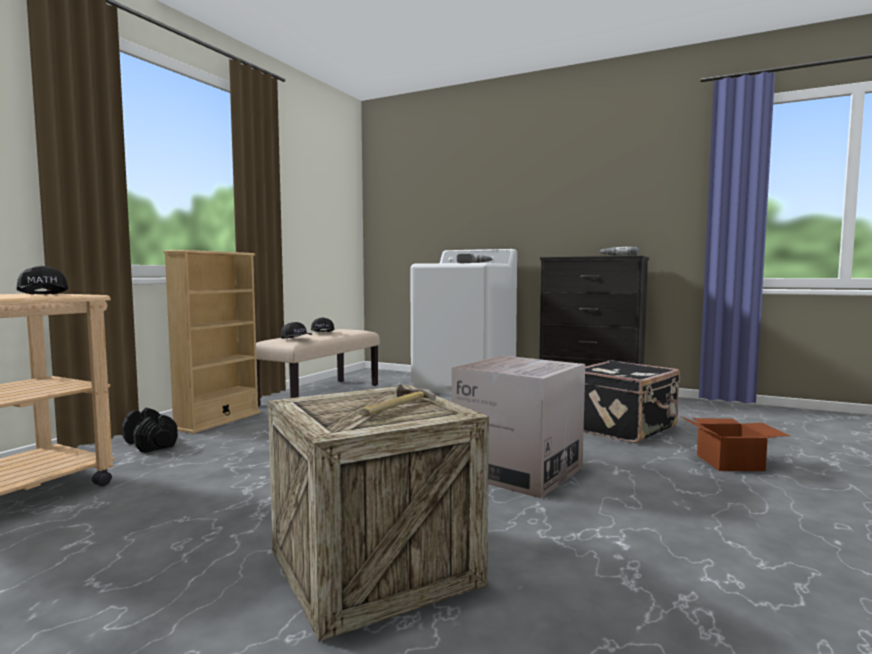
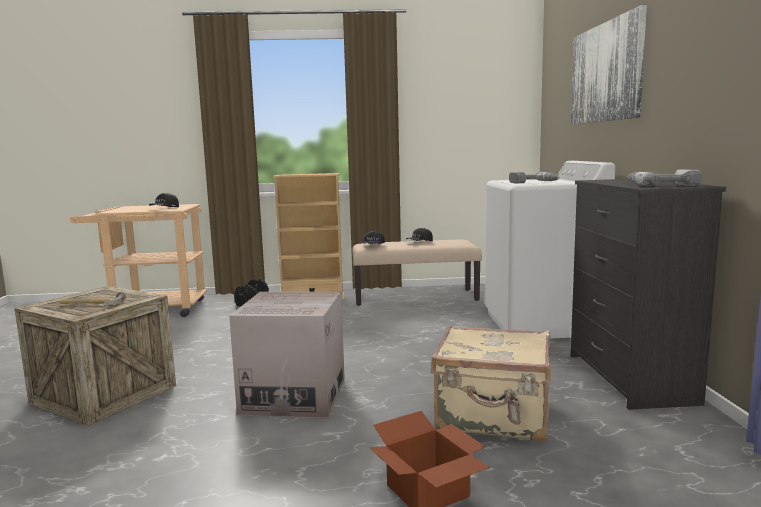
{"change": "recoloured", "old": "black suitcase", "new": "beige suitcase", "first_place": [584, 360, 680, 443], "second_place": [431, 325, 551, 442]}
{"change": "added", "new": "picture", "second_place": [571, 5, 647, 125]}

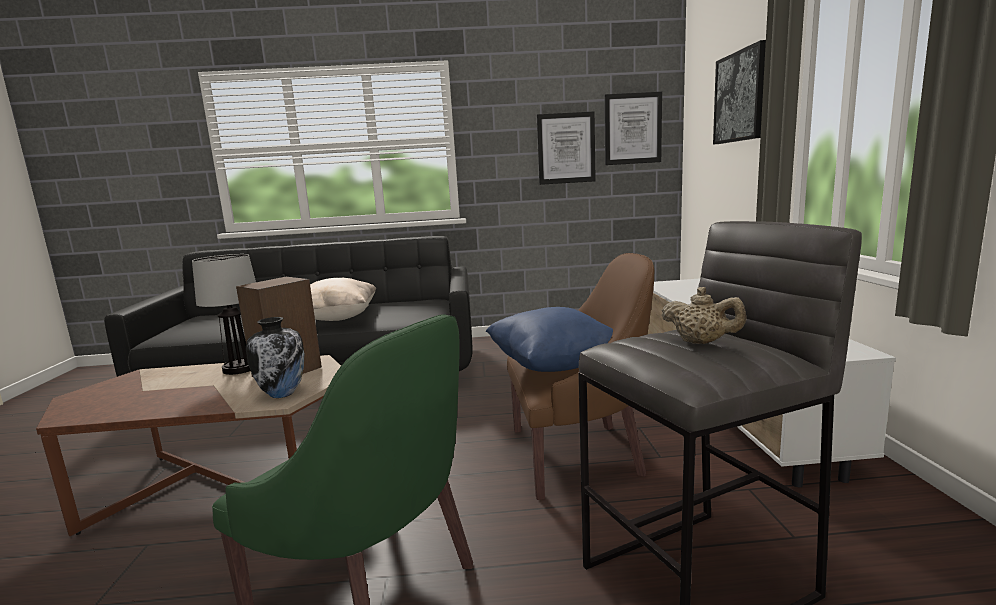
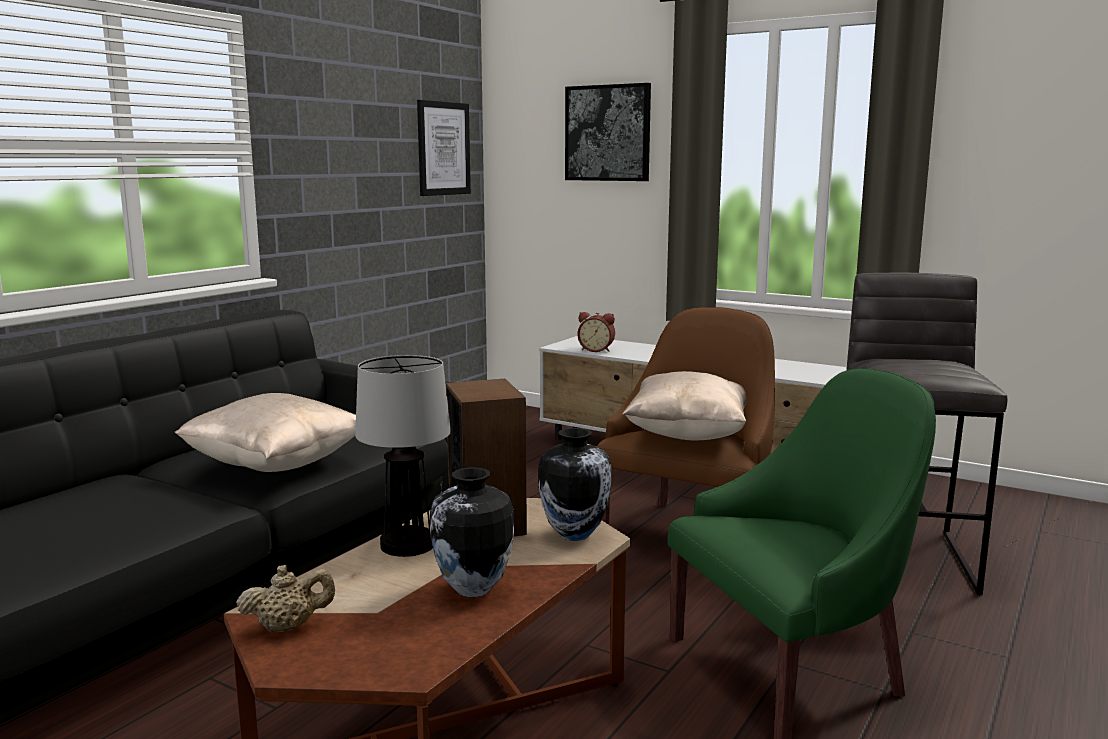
{"change": "removed", "old": "picture", "first_place": [537, 111, 596, 185]}
{"change": "moved", "old": "beige teapot", "first_place": [661, 287, 747, 344], "second_place": [236, 565, 335, 632]}
{"change": "recoloured", "old": "blue pillow", "new": "beige pillow", "first_place": [486, 307, 613, 372], "second_place": [622, 371, 746, 440]}
{"change": "added", "new": "alarm clock", "second_place": [578, 312, 615, 352]}
{"change": "added", "new": "vase", "second_place": [430, 467, 514, 597]}

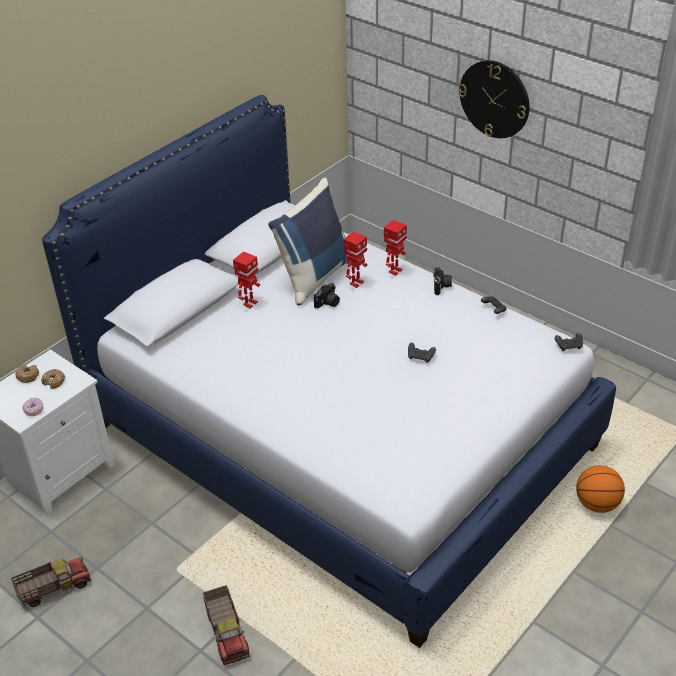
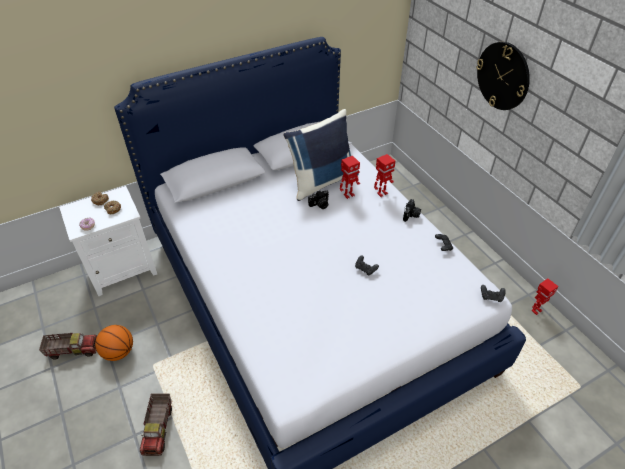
{"change": "moved", "old": "toy robot", "first_place": [233, 251, 260, 309], "second_place": [532, 279, 558, 315]}
{"change": "moved", "old": "basketball", "first_place": [576, 465, 625, 513], "second_place": [95, 325, 133, 361]}

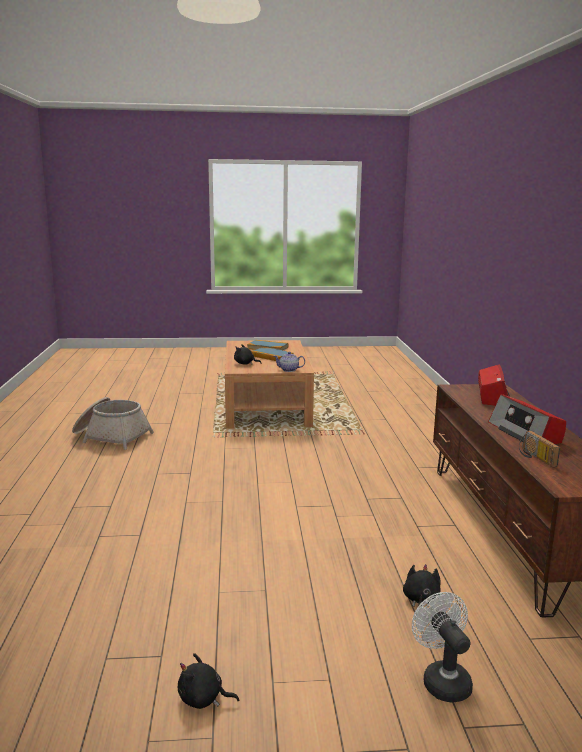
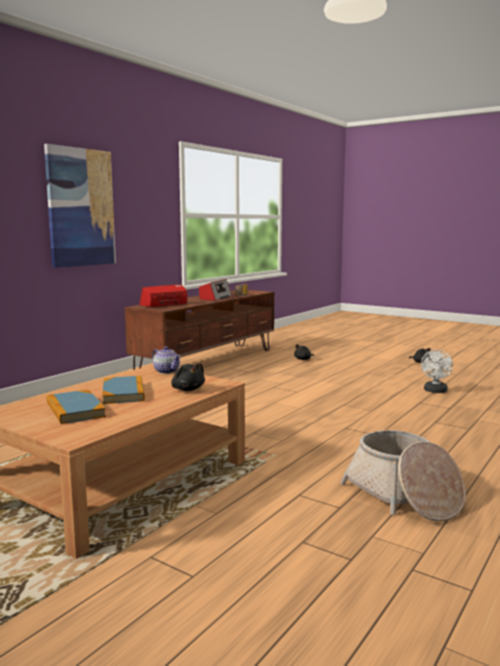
{"change": "moved", "old": "white fan", "first_place": [412, 592, 473, 703], "second_place": [421, 350, 453, 393]}
{"change": "added", "new": "picture", "second_place": [44, 144, 116, 268]}

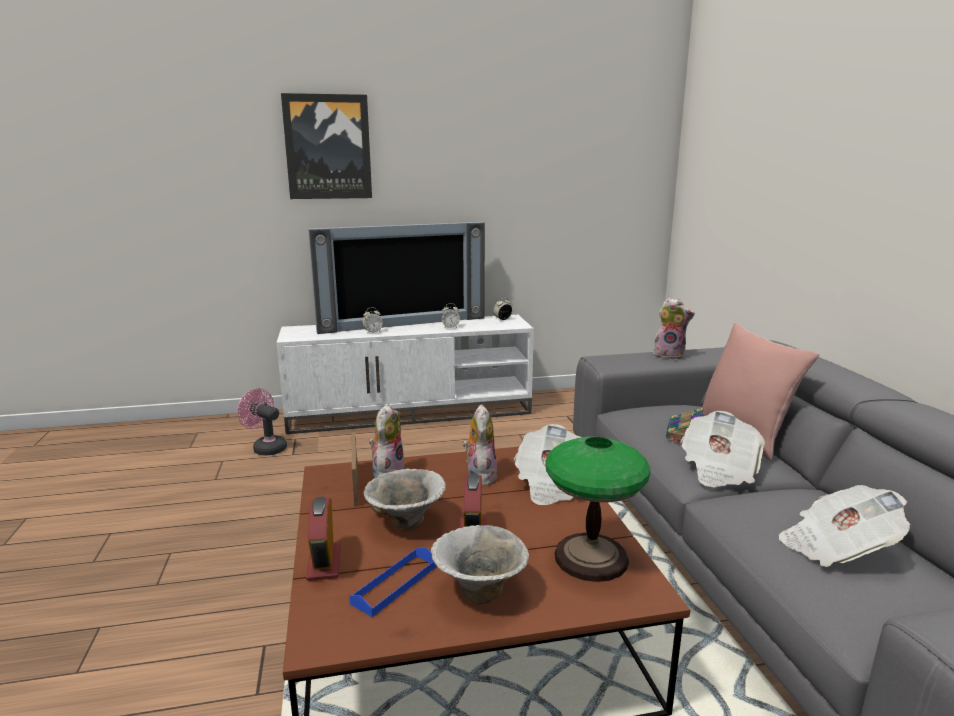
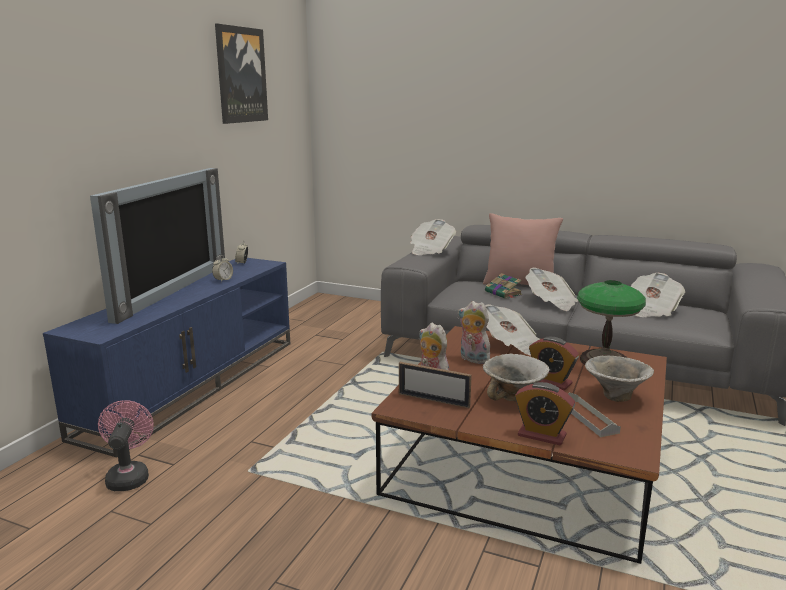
{"change": "moved", "old": "picture", "first_place": [281, 93, 372, 199], "second_place": [215, 24, 268, 124]}
{"change": "replaced", "old": "plush toy", "new": "newspaper", "first_place": [653, 298, 695, 359], "second_place": [410, 219, 456, 255]}
{"change": "removed", "old": "alarm clock", "first_place": [362, 307, 383, 334]}
{"change": "recoloured", "old": "white tv stand", "new": "blue tv stand", "first_place": [276, 315, 534, 434], "second_place": [43, 258, 290, 458]}
{"change": "turned", "old": "pink fan", "first_place": [237, 388, 287, 456], "second_place": [98, 400, 154, 491], "degrees": 105}
{"change": "recoloured", "old": "blue tray", "new": "grey tray", "first_place": [349, 547, 437, 617], "second_place": [568, 392, 621, 437]}

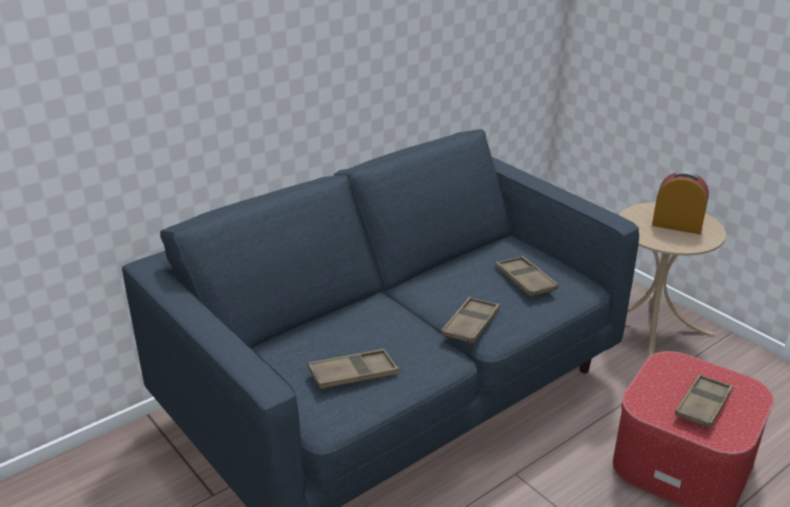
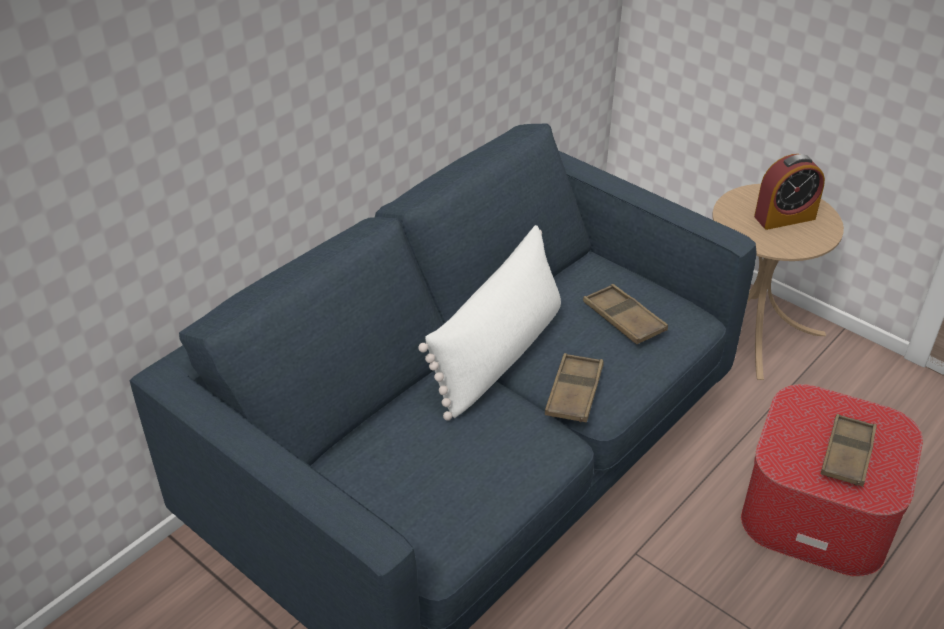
{"change": "turned", "old": "alarm clock", "first_place": [652, 171, 709, 234], "second_place": [754, 154, 825, 230], "degrees": 150}
{"change": "removed", "old": "brown tray", "first_place": [308, 349, 399, 389]}
{"change": "added", "new": "white pillow", "second_place": [418, 225, 561, 421]}

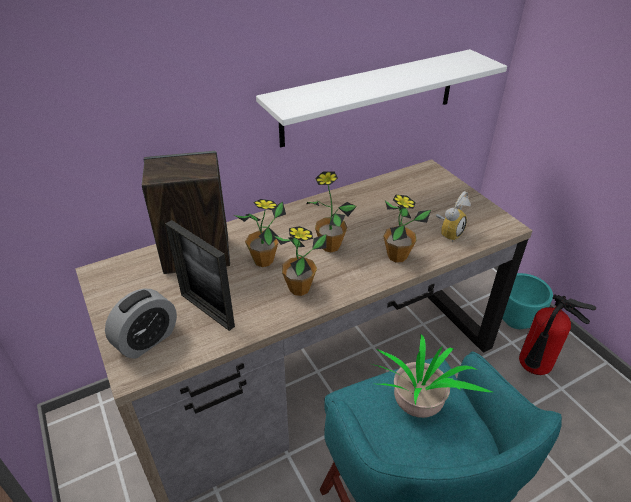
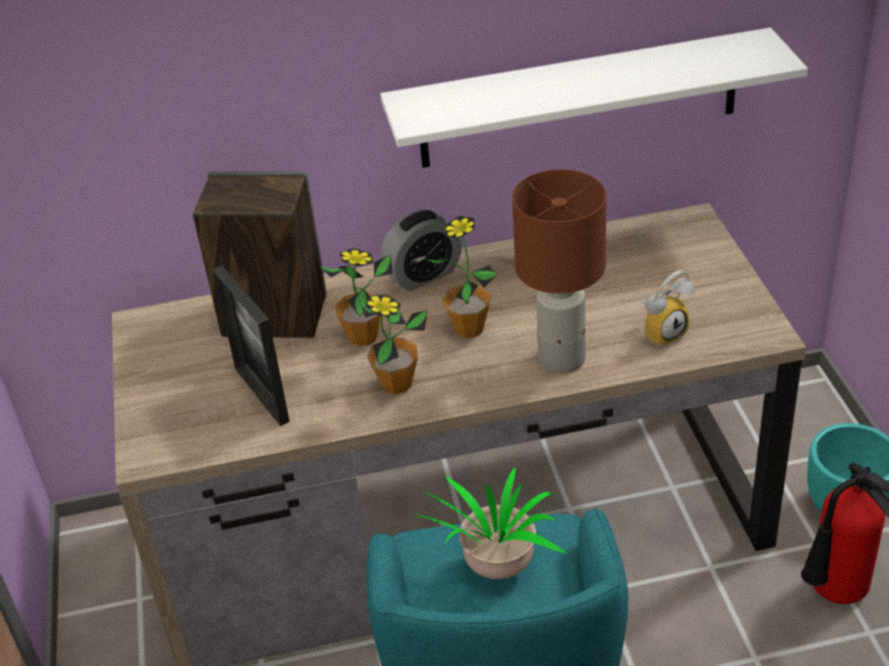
{"change": "replaced", "old": "potted plant", "new": "brown table lamp", "first_place": [383, 195, 431, 263], "second_place": [512, 169, 606, 374]}
{"change": "moved", "old": "alarm clock", "first_place": [105, 289, 177, 359], "second_place": [381, 210, 462, 291]}

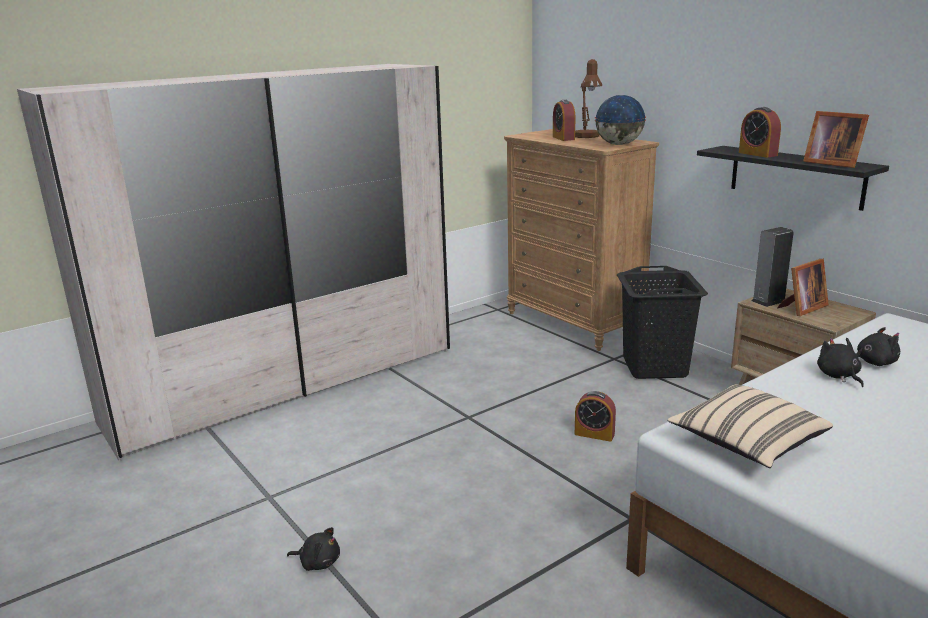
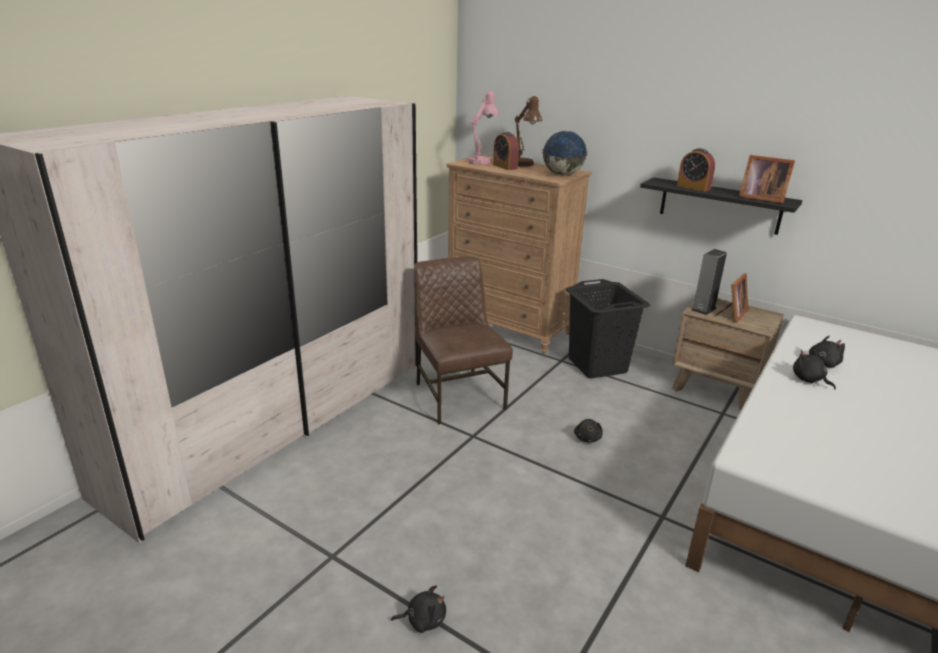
{"change": "removed", "old": "beige pillow", "first_place": [667, 385, 833, 468]}
{"change": "replaced", "old": "alarm clock", "new": "black plush toy", "first_place": [575, 391, 616, 442], "second_place": [574, 419, 603, 443]}
{"change": "added", "new": "pink table lamp", "second_place": [468, 91, 498, 165]}
{"change": "added", "new": "brown chair", "second_place": [414, 256, 513, 424]}

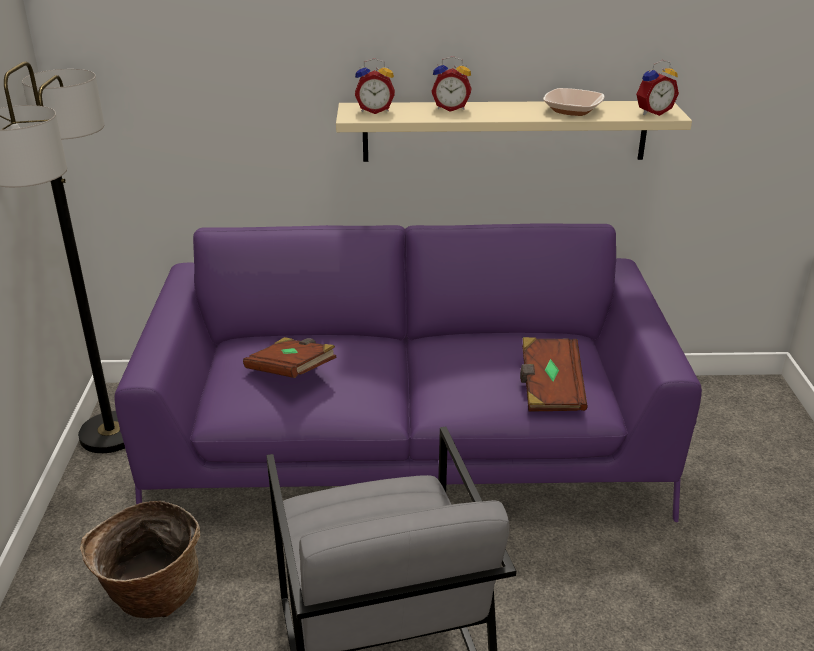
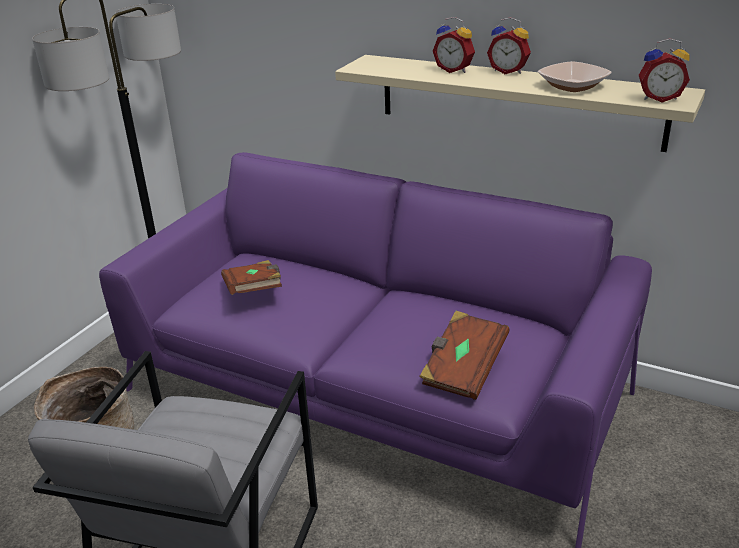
{"change": "moved", "old": "alarm clock", "first_place": [355, 58, 395, 114], "second_place": [487, 17, 531, 74]}

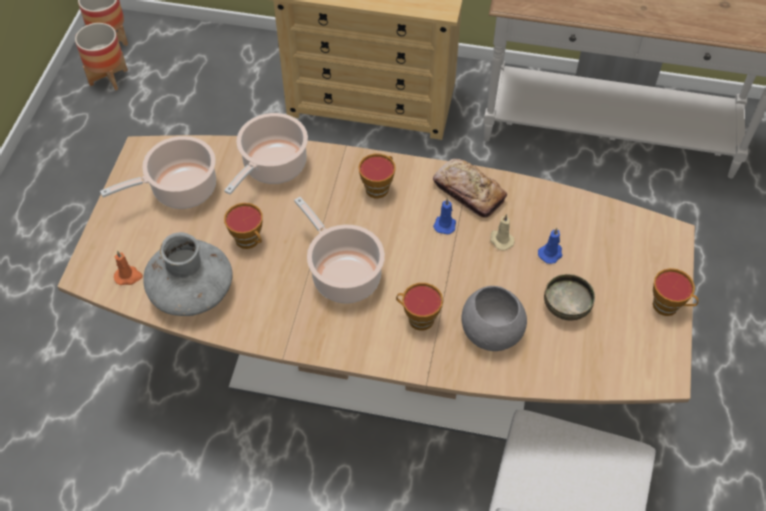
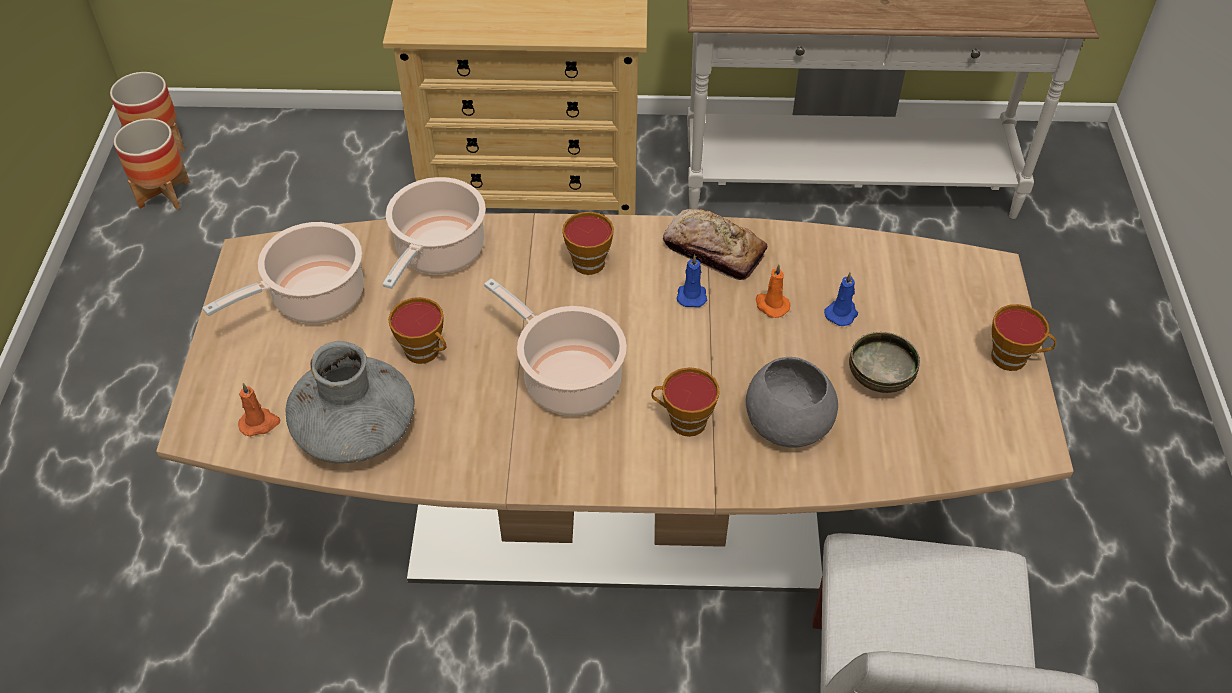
{"change": "recoloured", "old": "beige candle", "new": "orange candle", "first_place": [490, 214, 515, 250], "second_place": [756, 264, 790, 318]}

